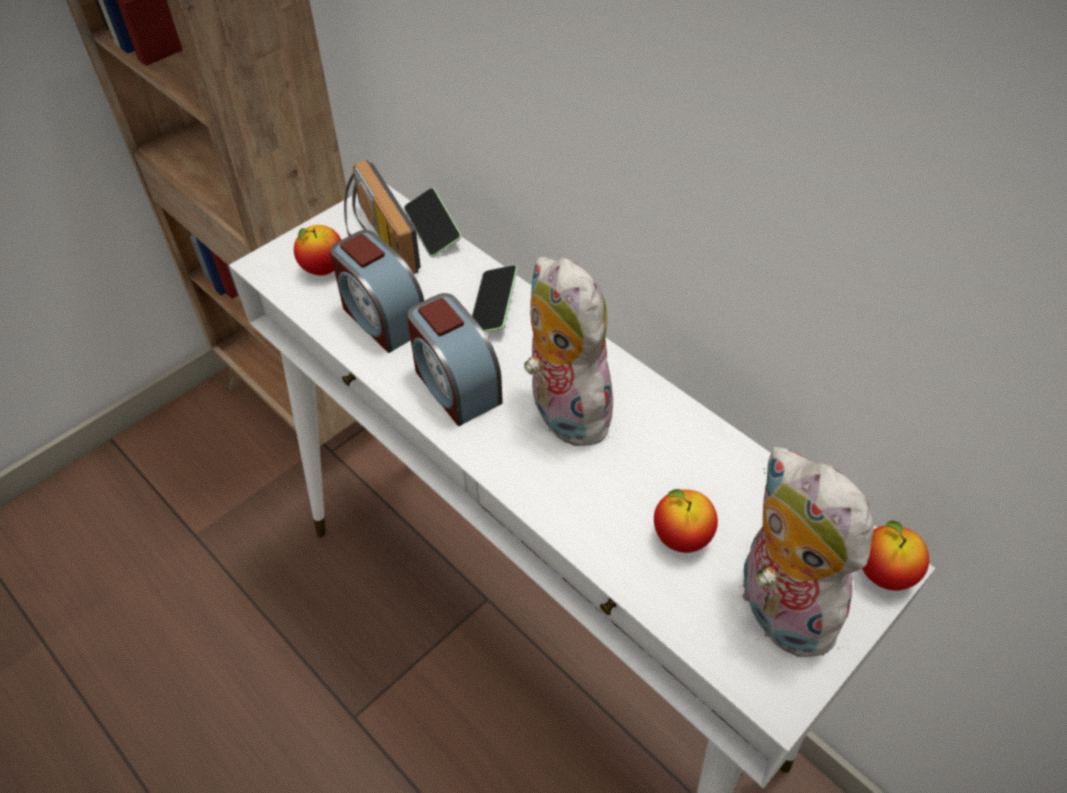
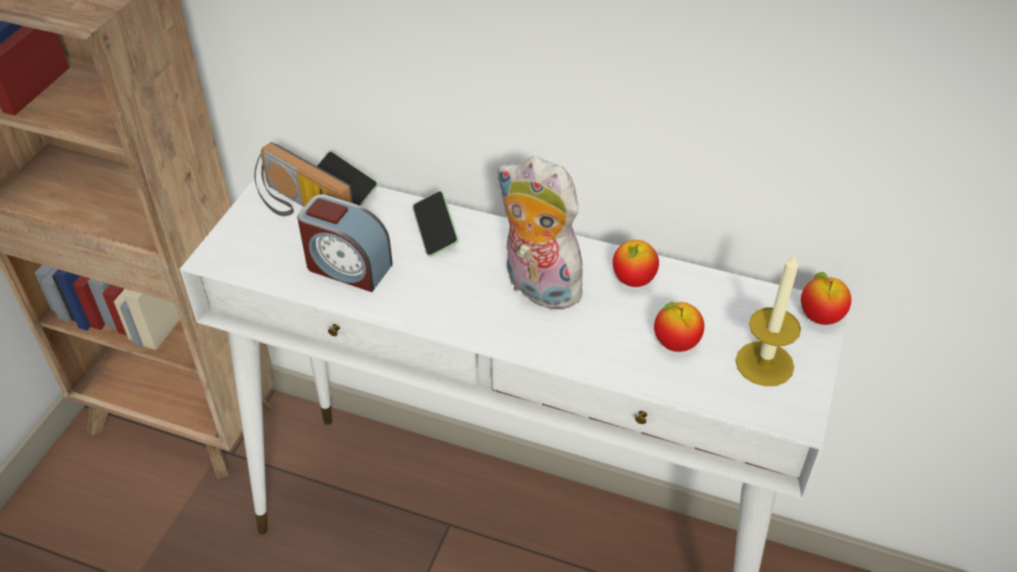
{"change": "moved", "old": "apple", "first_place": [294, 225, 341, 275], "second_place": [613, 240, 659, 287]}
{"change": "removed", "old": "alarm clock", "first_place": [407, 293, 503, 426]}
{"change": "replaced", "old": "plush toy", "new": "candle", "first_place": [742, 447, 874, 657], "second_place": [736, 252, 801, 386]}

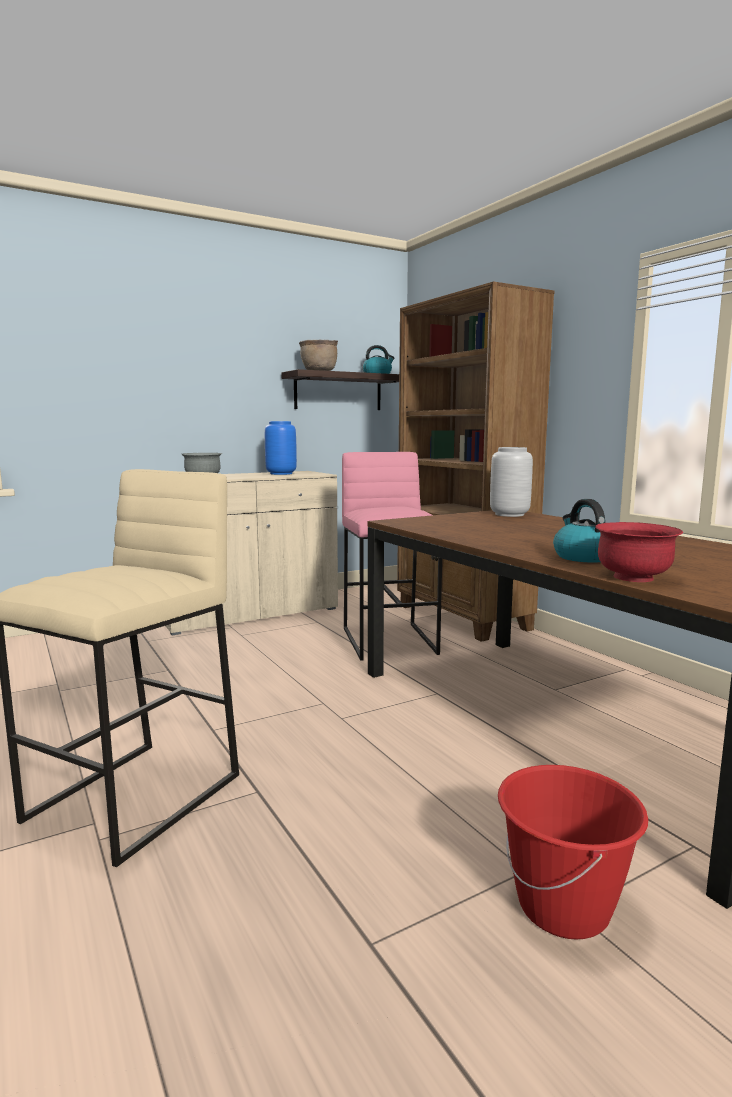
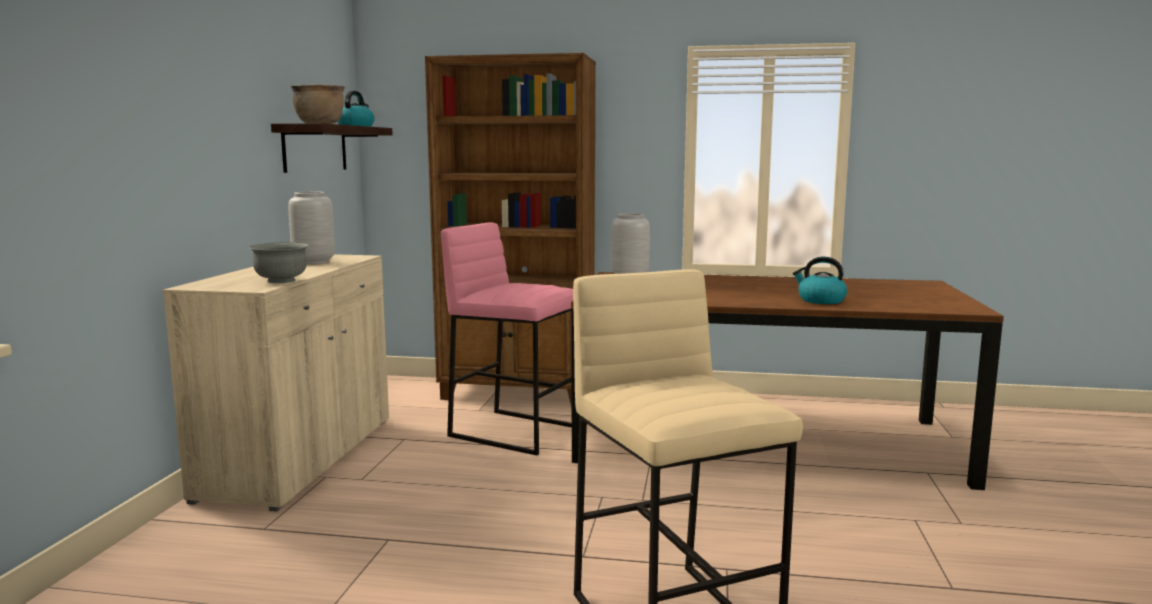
{"change": "recoloured", "old": "blue vase", "new": "grey vase", "first_place": [265, 421, 297, 475], "second_place": [289, 192, 335, 264]}
{"change": "removed", "old": "red bowl", "first_place": [595, 522, 683, 582]}
{"change": "removed", "old": "red bucket", "first_place": [498, 765, 648, 939]}

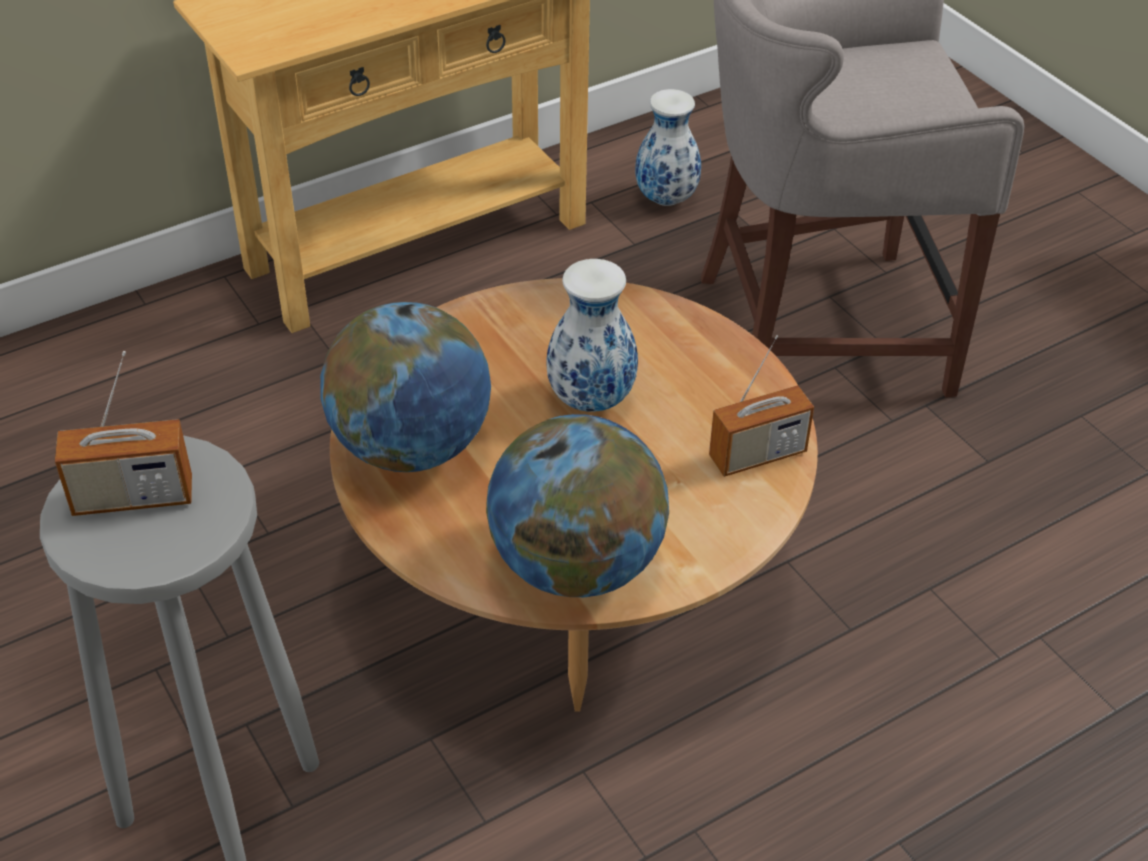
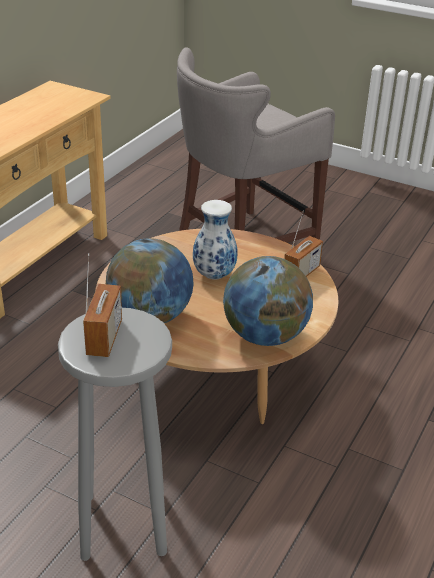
{"change": "removed", "old": "vase", "first_place": [635, 89, 701, 206]}
{"change": "turned", "old": "radio", "first_place": [55, 351, 192, 516], "second_place": [83, 253, 122, 357], "degrees": -45}

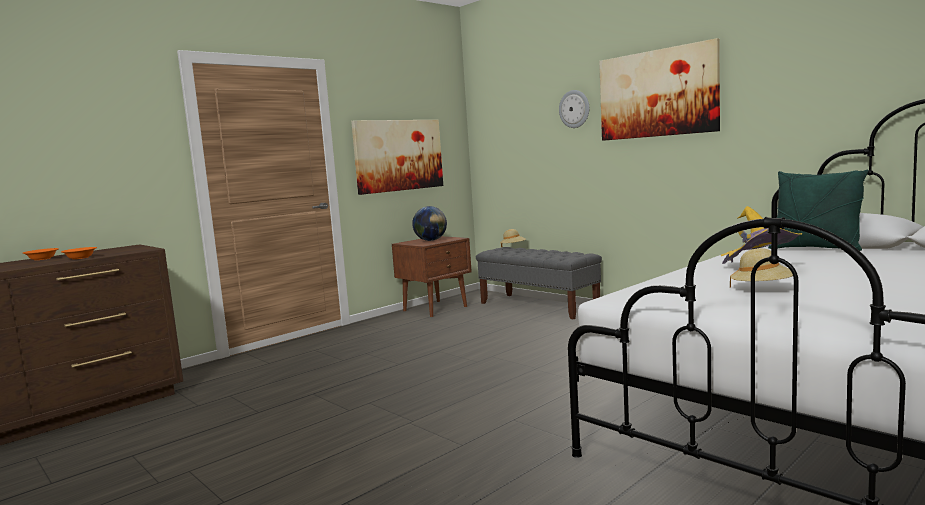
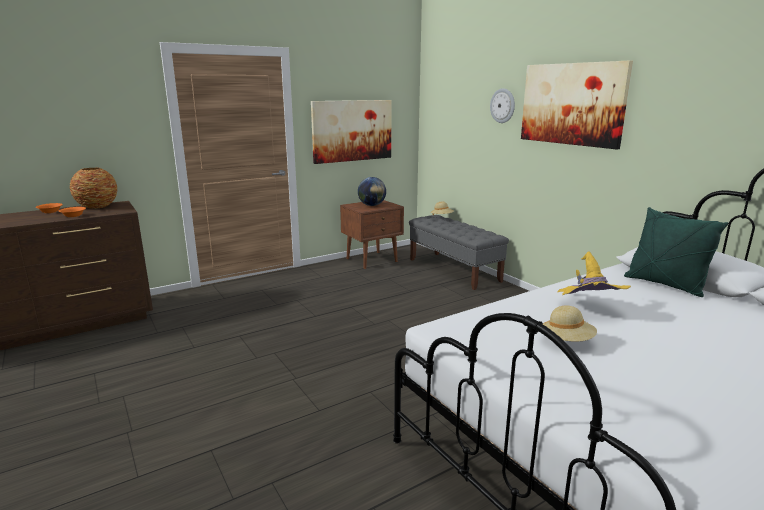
{"change": "added", "new": "vase", "second_place": [70, 167, 118, 209]}

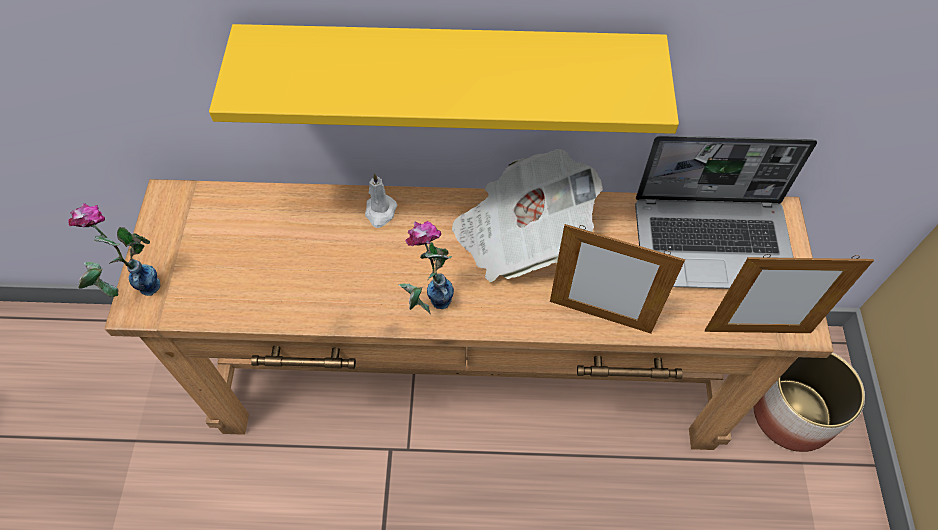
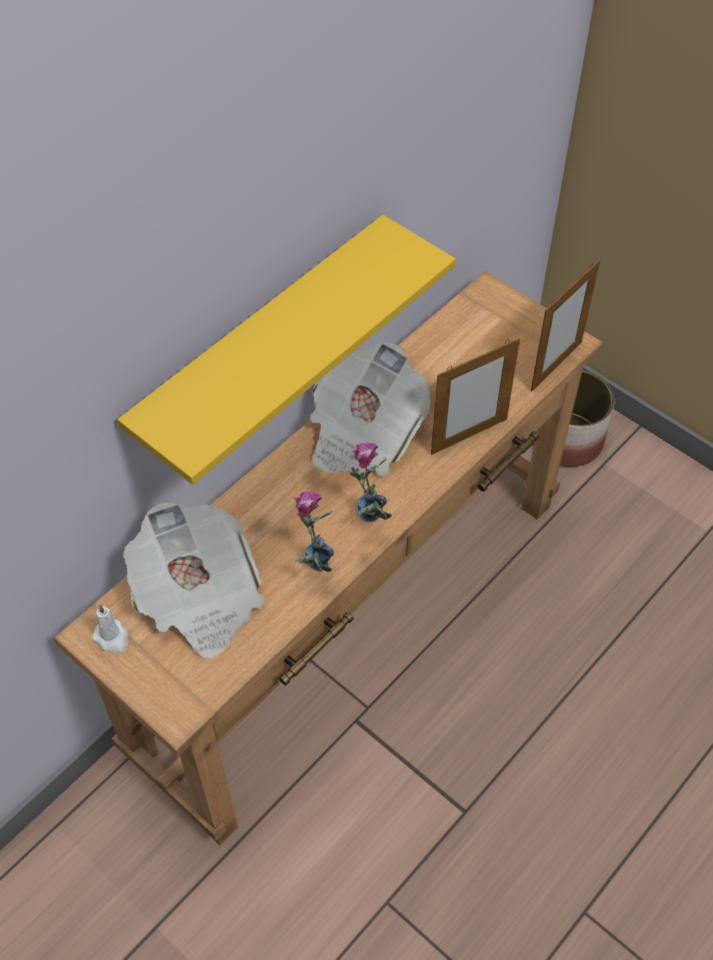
{"change": "removed", "old": "laptop", "first_place": [635, 135, 817, 289]}
{"change": "moved", "old": "white candle", "first_place": [365, 173, 397, 228], "second_place": [92, 605, 128, 653]}
{"change": "moved", "old": "vase", "first_place": [68, 203, 160, 297], "second_place": [294, 492, 334, 572]}
{"change": "added", "new": "newspaper", "second_place": [123, 501, 265, 658]}

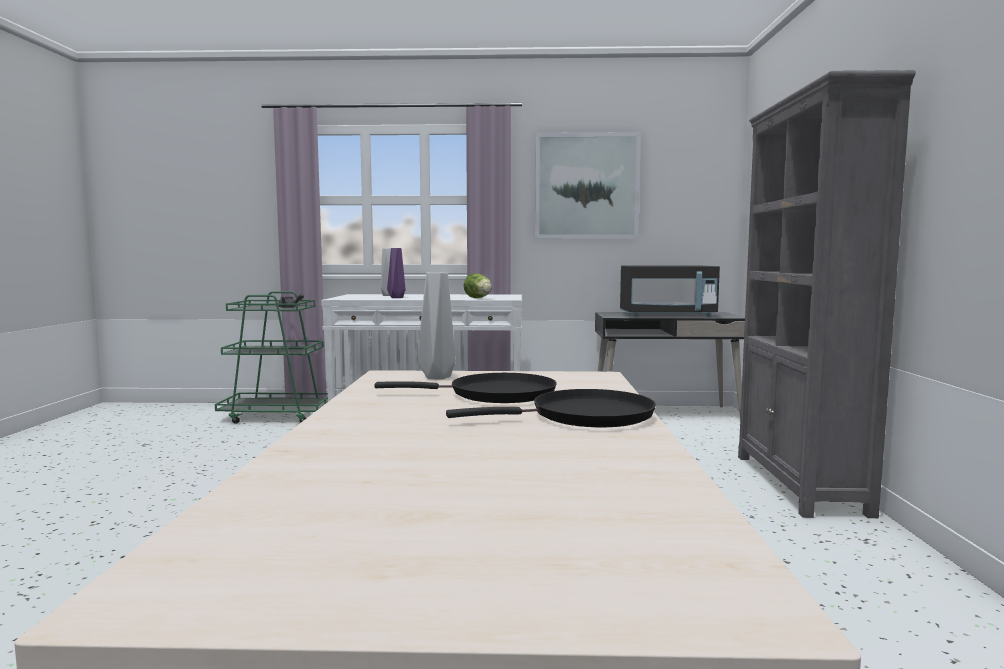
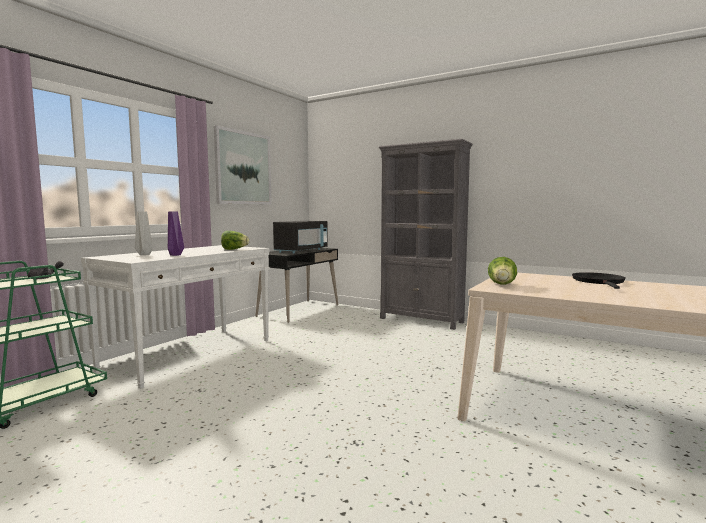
{"change": "replaced", "old": "grey vase", "new": "lettuce", "first_place": [417, 272, 455, 379], "second_place": [488, 257, 517, 284]}
{"change": "removed", "old": "black frying pan", "first_place": [375, 373, 557, 403]}

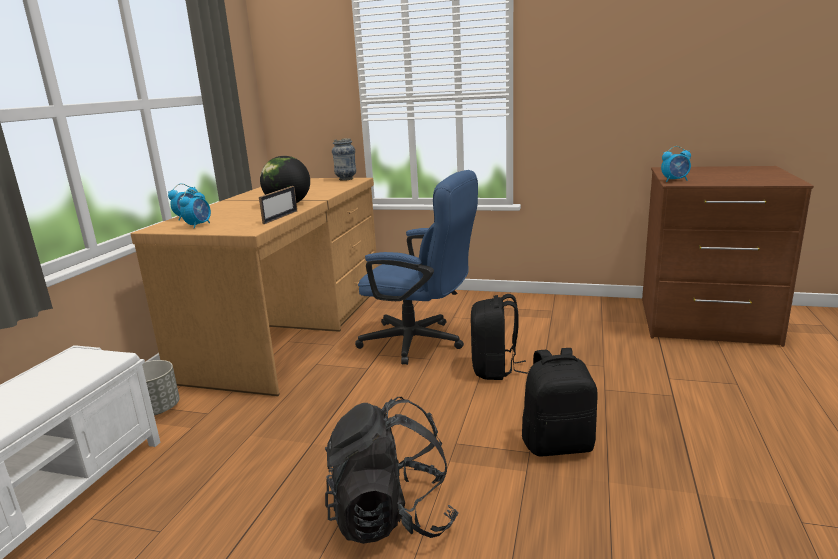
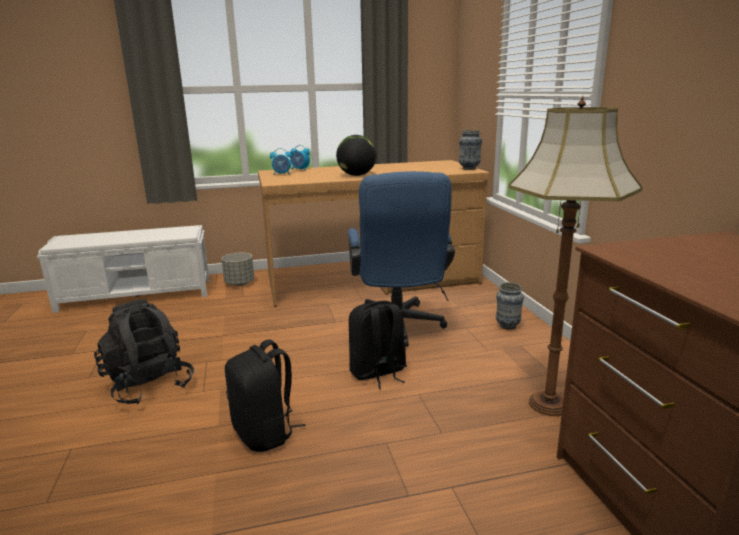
{"change": "removed", "old": "alarm clock", "first_place": [661, 146, 691, 182]}
{"change": "removed", "old": "picture frame", "first_place": [259, 186, 297, 224]}
{"change": "added", "new": "floor lamp", "second_place": [509, 96, 643, 416]}
{"change": "added", "new": "vase", "second_place": [496, 282, 524, 330]}

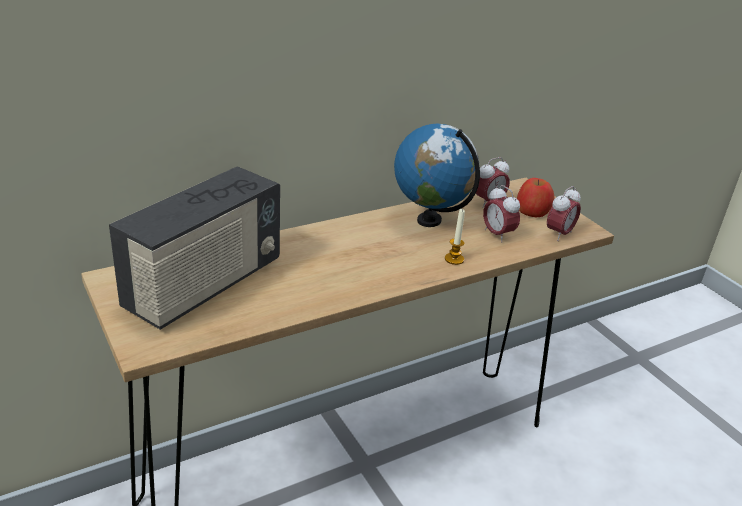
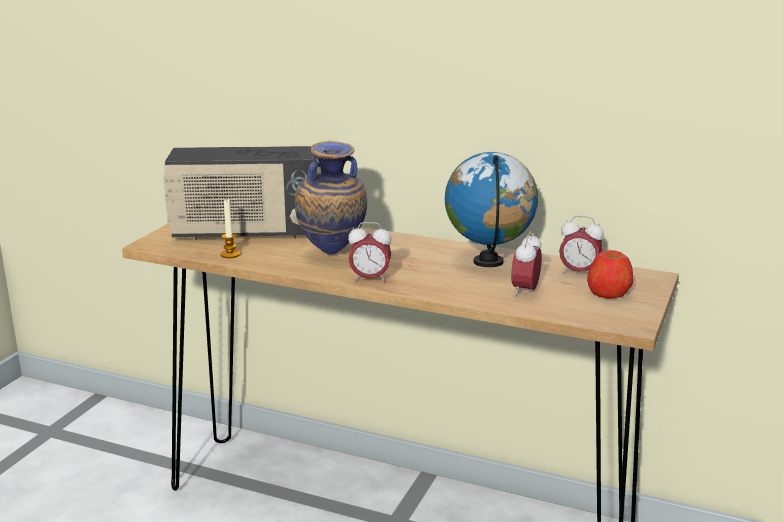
{"change": "moved", "old": "alarm clock", "first_place": [547, 186, 581, 241], "second_place": [348, 222, 391, 283]}
{"change": "moved", "old": "candle", "first_place": [445, 208, 465, 265], "second_place": [220, 199, 240, 258]}
{"change": "added", "new": "vase", "second_place": [295, 140, 367, 255]}

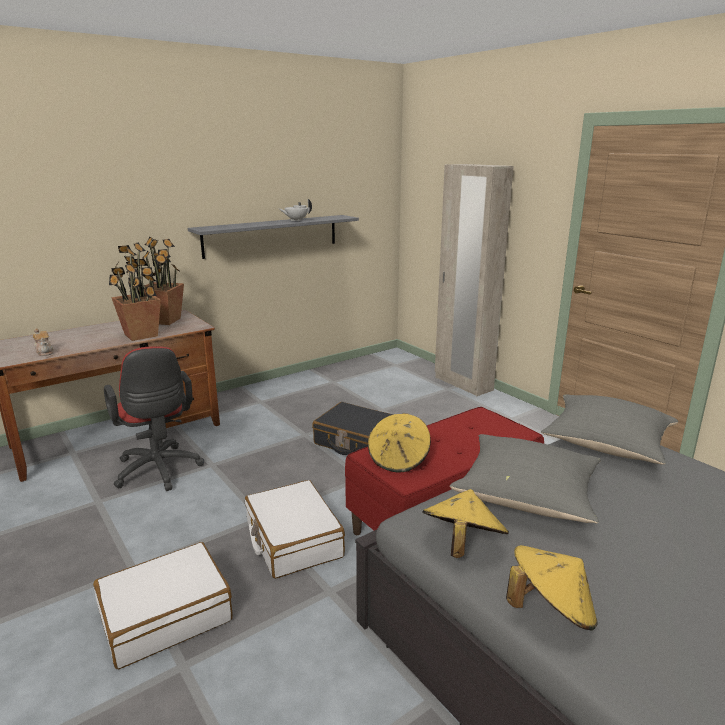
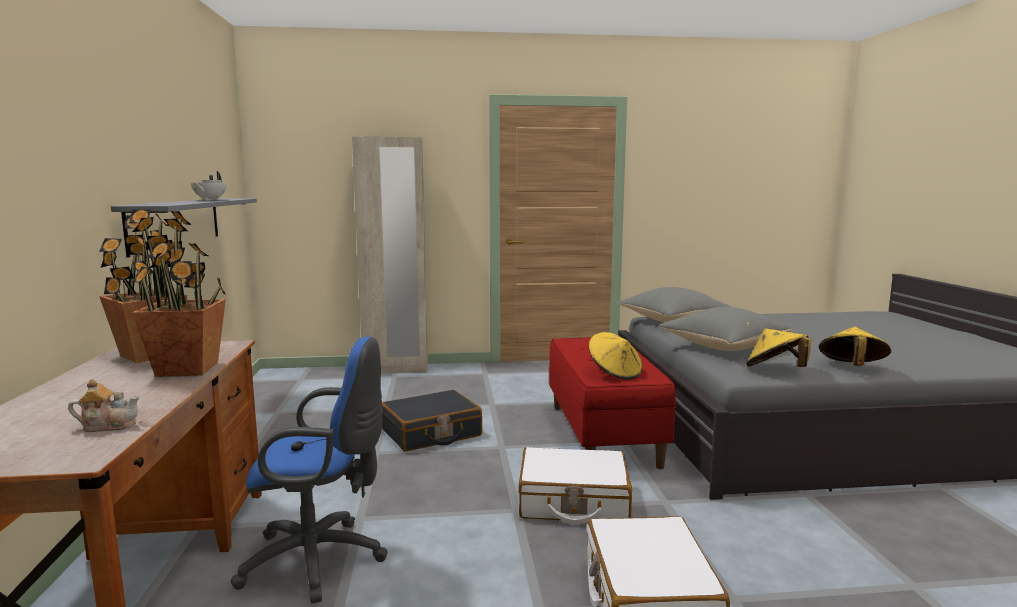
{"change": "recoloured", "old": "red office chair", "new": "blue office chair", "first_place": [104, 347, 204, 491], "second_place": [231, 337, 388, 603]}

